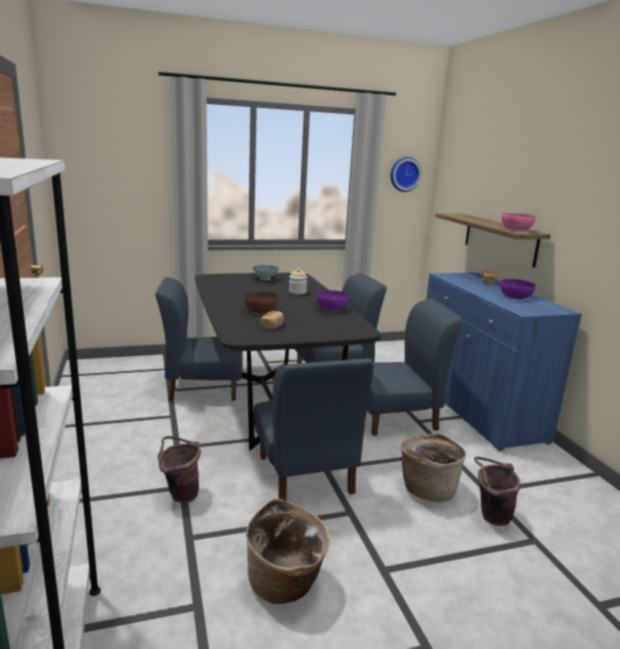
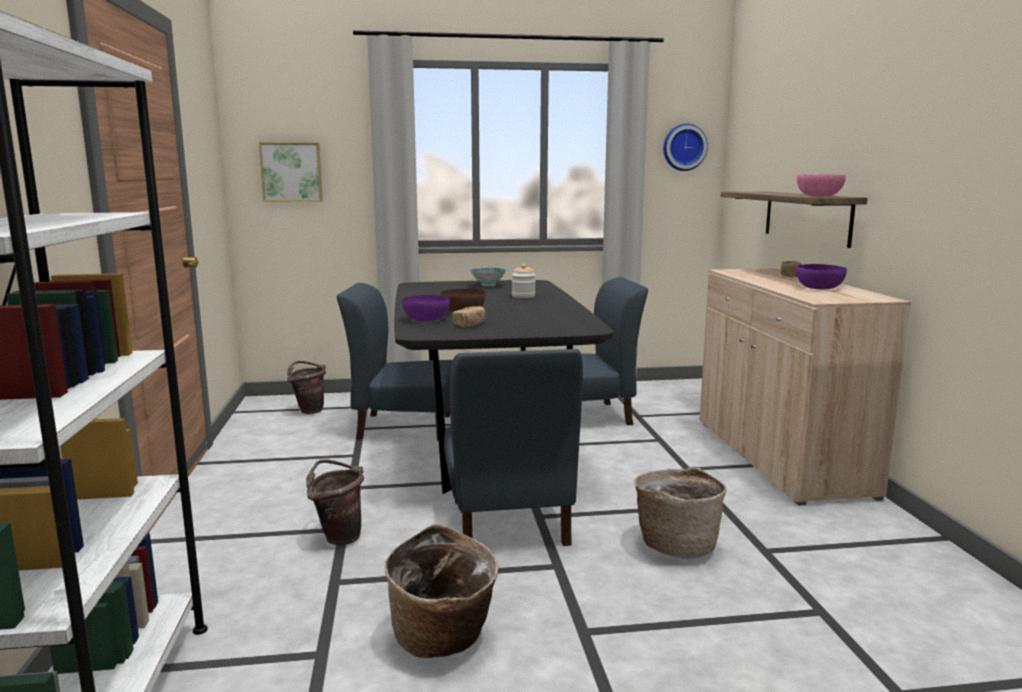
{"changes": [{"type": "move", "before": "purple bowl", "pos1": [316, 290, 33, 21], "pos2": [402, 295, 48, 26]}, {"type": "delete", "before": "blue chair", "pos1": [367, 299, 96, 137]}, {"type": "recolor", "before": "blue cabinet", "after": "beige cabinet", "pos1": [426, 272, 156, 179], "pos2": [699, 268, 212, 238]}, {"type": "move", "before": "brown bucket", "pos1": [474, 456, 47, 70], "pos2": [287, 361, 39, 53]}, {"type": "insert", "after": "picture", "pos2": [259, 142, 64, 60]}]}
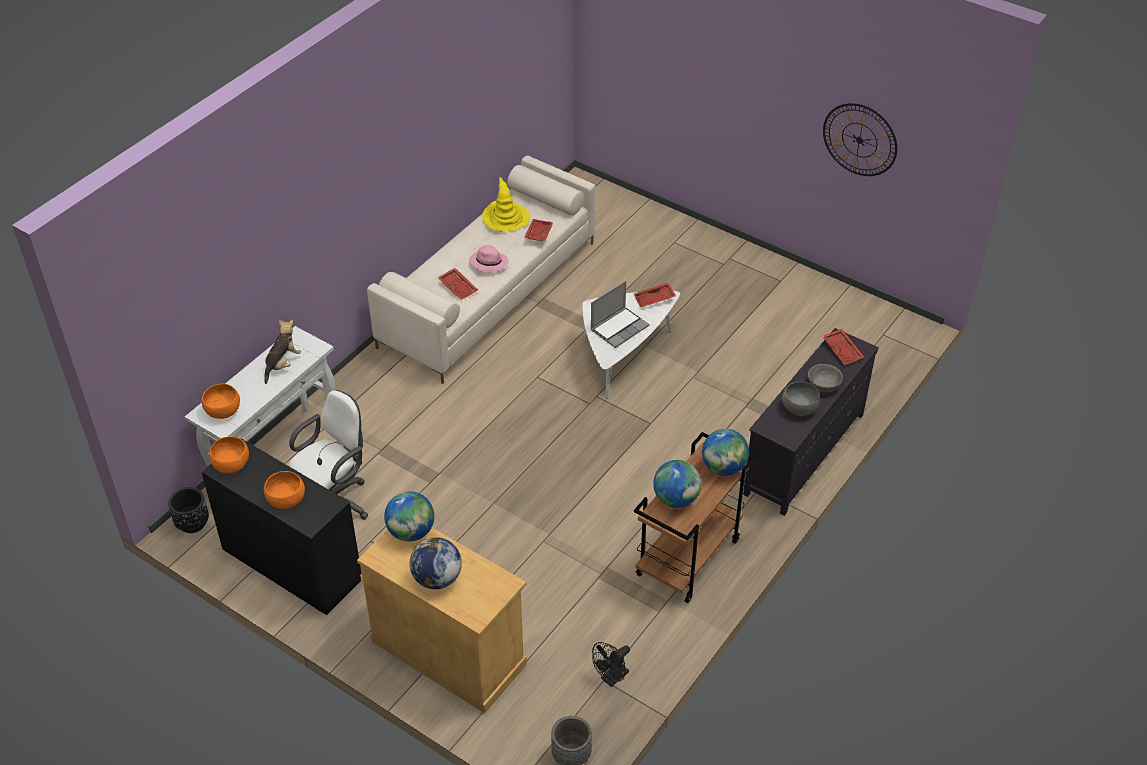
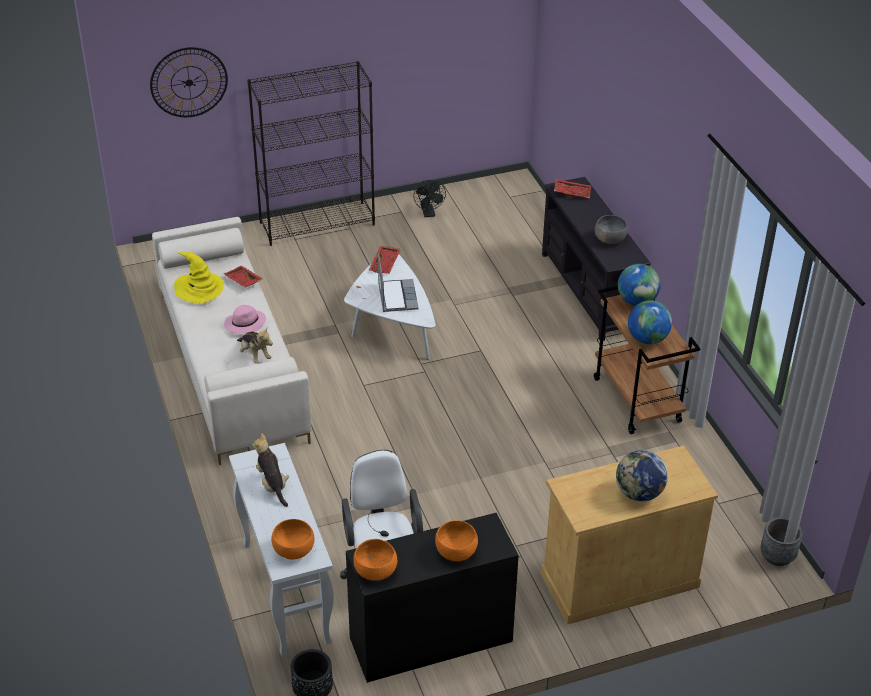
{"changes": [{"type": "delete", "before": "globe", "pos1": [384, 491, 50, 50]}, {"type": "replace", "before": "red tray", "after": "plush toy", "pos1": [438, 268, 40, 32], "pos2": [237, 327, 36, 36]}, {"type": "move", "before": "black fan", "pos1": [592, 642, 38, 45], "pos2": [413, 180, 33, 37]}, {"type": "delete", "before": "grey bowl", "pos1": [808, 364, 35, 29]}, {"type": "move", "before": "wall clock", "pos1": [823, 103, 74, 73], "pos2": [150, 47, 78, 70]}, {"type": "insert", "after": "black bookcase", "pos2": [247, 61, 128, 185]}]}
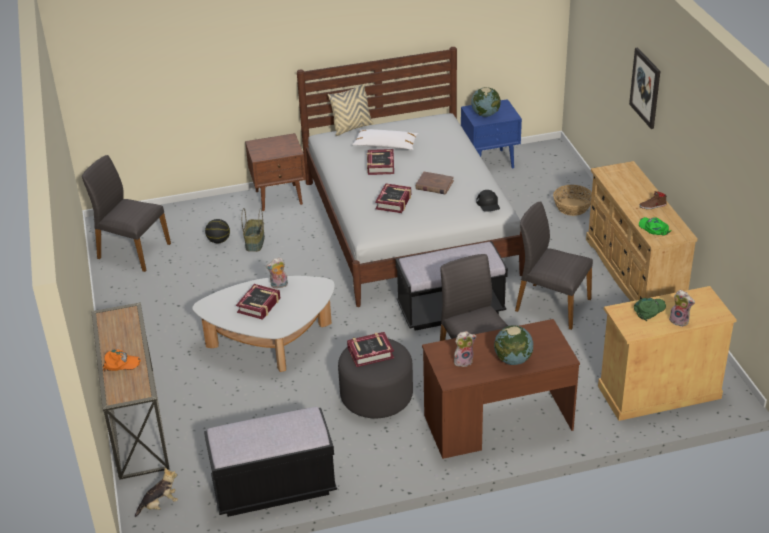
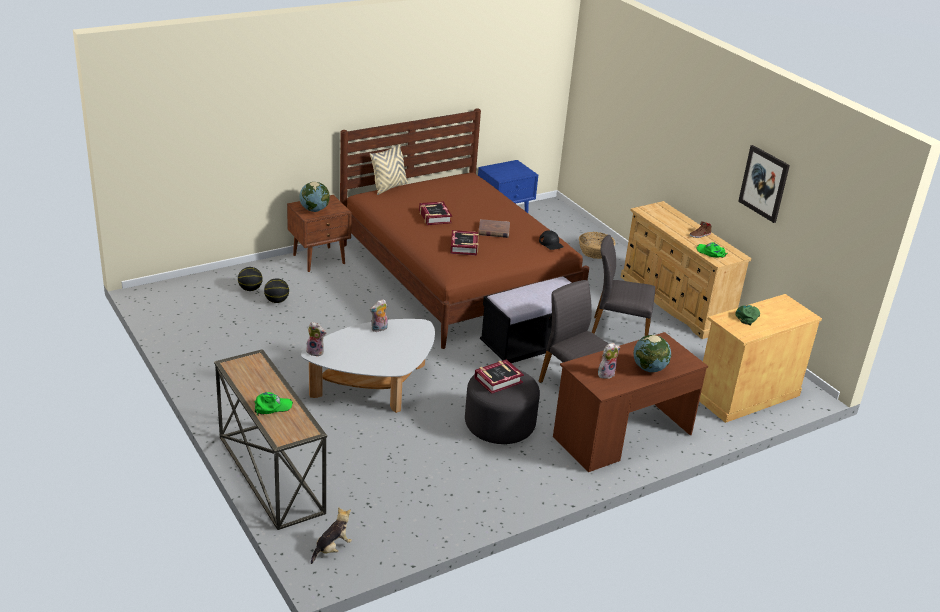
{"changes": [{"type": "delete", "before": "grey chair", "pos1": [82, 155, 89, 117]}, {"type": "recolor", "before": "orange cap", "after": "green cap", "pos1": [103, 350, 38, 21], "pos2": [254, 392, 39, 24]}, {"type": "delete", "before": "black bench", "pos1": [204, 407, 133, 110]}, {"type": "delete", "before": "book", "pos1": [236, 284, 44, 36]}, {"type": "delete", "before": "basket", "pos1": [241, 208, 24, 44]}, {"type": "recolor", "before": "white bed", "after": "brown bed", "pos1": [297, 47, 228, 260], "pos2": [340, 108, 249, 241]}, {"type": "delete", "before": "white pillow", "pos1": [352, 129, 66, 21]}, {"type": "move", "before": "globe", "pos1": [471, 87, 30, 30], "pos2": [299, 182, 31, 30]}, {"type": "move", "before": "picture", "pos1": [629, 48, 31, 81], "pos2": [738, 145, 52, 78]}, {"type": "move", "before": "plush toy", "pos1": [668, 290, 27, 37], "pos2": [305, 322, 21, 35]}, {"type": "insert", "after": "basketball", "pos2": [238, 267, 25, 24]}]}
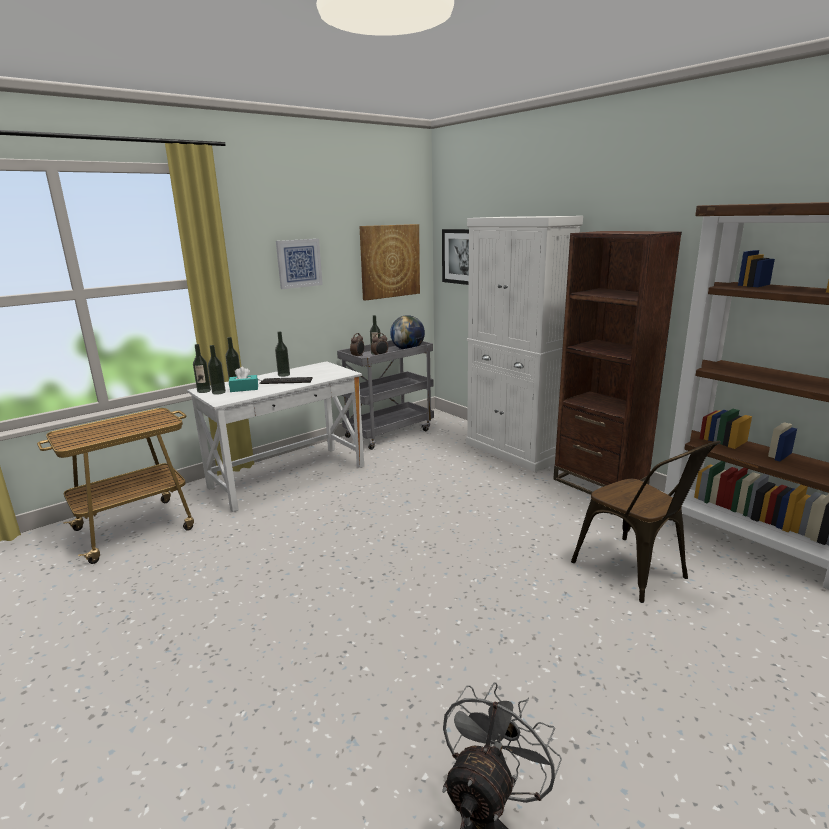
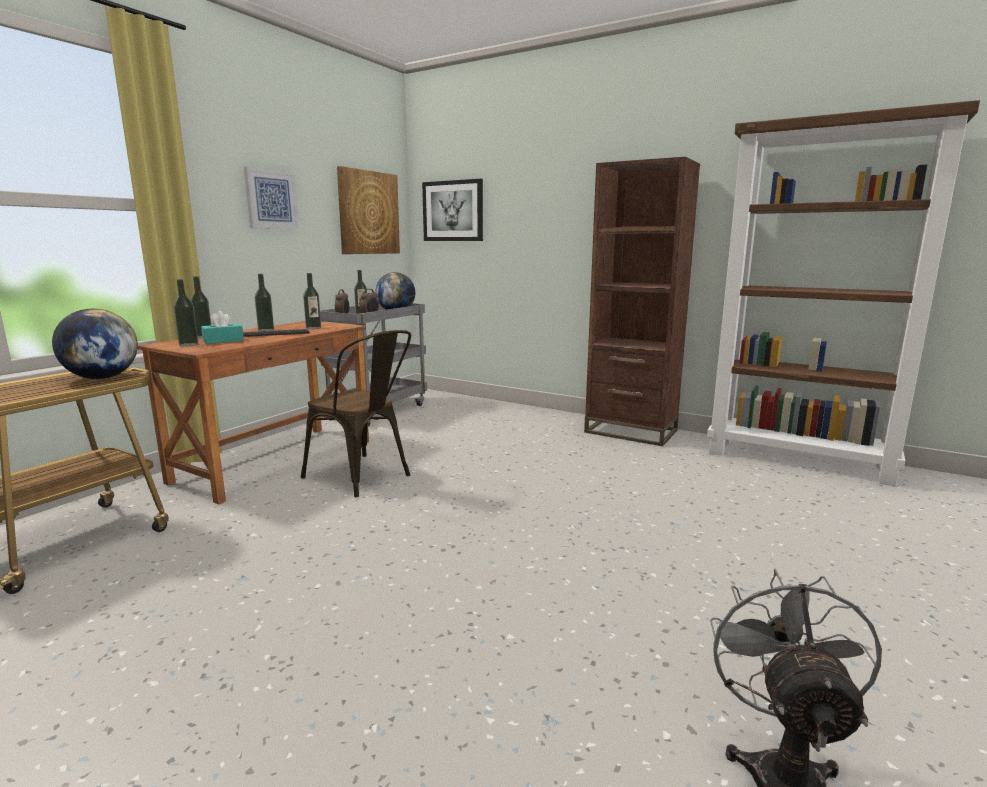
{"changes": [{"type": "recolor", "before": "white desk", "after": "brown desk", "pos1": [187, 361, 177, 151], "pos2": [138, 321, 231, 183]}, {"type": "move", "before": "bottle", "pos1": [193, 344, 18, 49], "pos2": [303, 273, 18, 56]}, {"type": "delete", "before": "white cabinet", "pos1": [466, 216, 117, 256]}, {"type": "move", "before": "brown chair", "pos1": [571, 441, 150, 162], "pos2": [301, 330, 110, 168]}, {"type": "insert", "after": "globe", "pos2": [52, 309, 86, 70]}]}
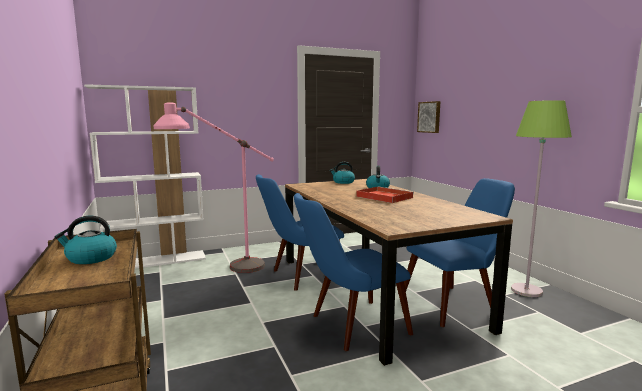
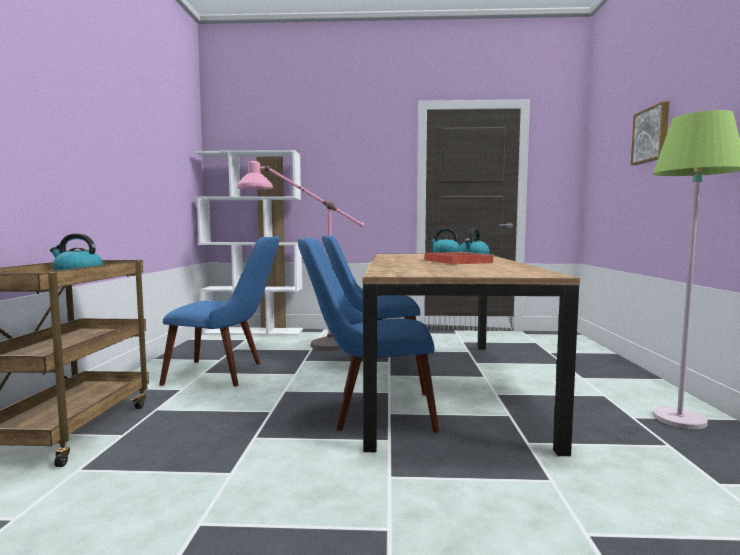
{"changes": [{"type": "move", "before": "blue chair", "pos1": [404, 178, 111, 149], "pos2": [159, 236, 121, 150]}, {"type": "move", "before": "picture", "pos1": [417, 101, 24, 32], "pos2": [631, 101, 38, 64]}]}
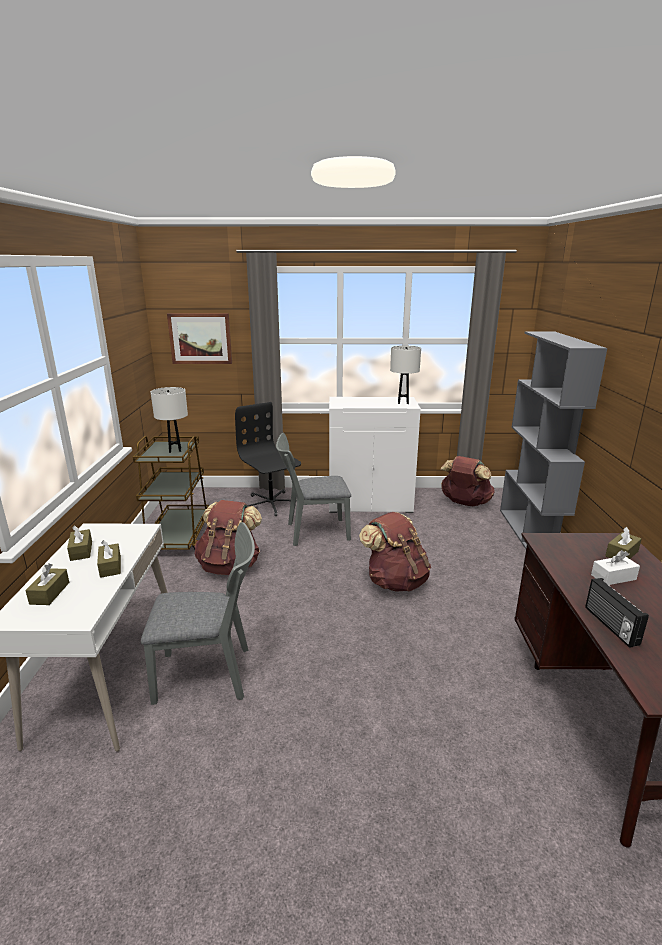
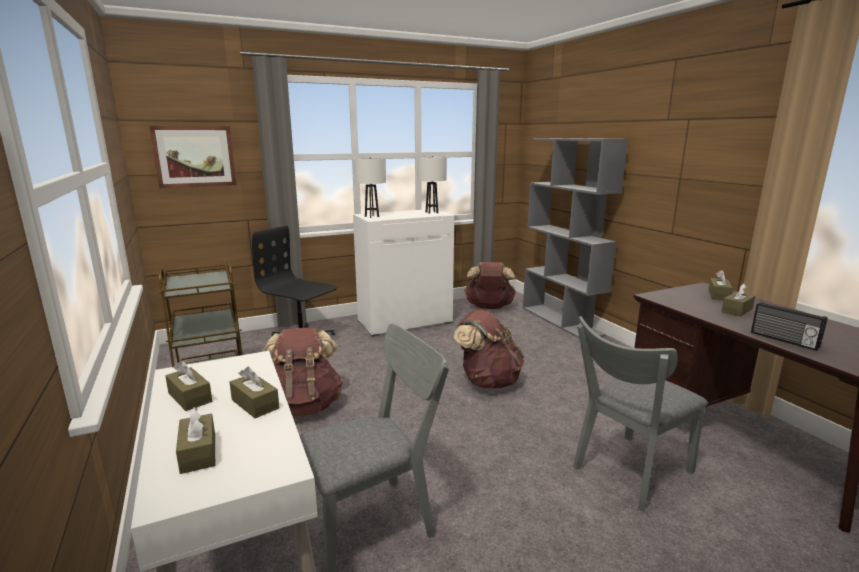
{"changes": [{"type": "move", "before": "white table lamp", "pos1": [151, 387, 37, 66], "pos2": [354, 157, 32, 61]}, {"type": "move", "before": "grey chair", "pos1": [276, 433, 75, 113], "pos2": [573, 316, 135, 196]}, {"type": "recolor", "before": "white tissue box", "after": "brown tissue box", "pos1": [591, 550, 49, 35], "pos2": [721, 283, 34, 34]}]}
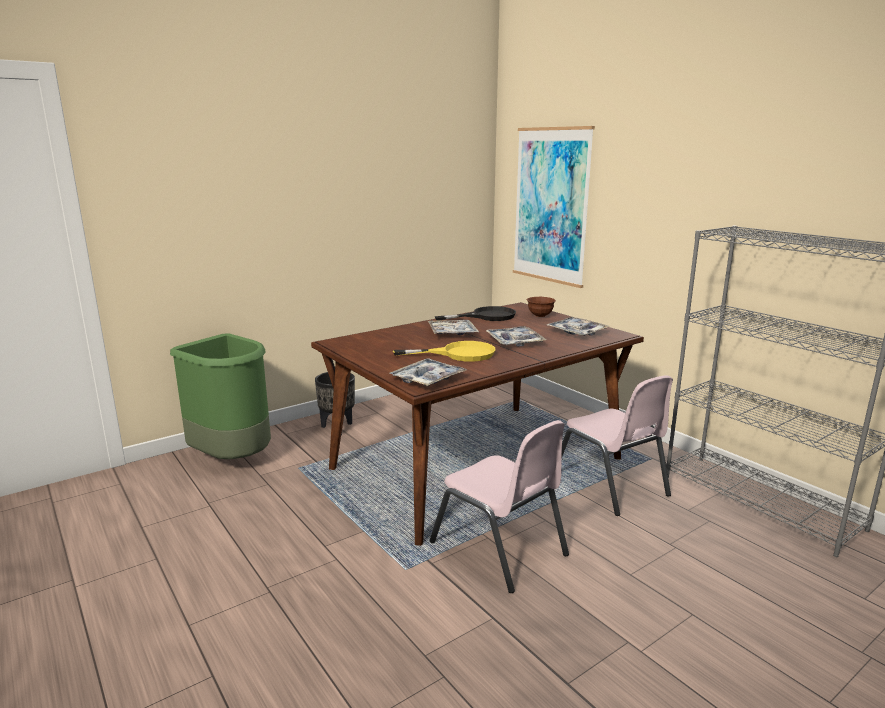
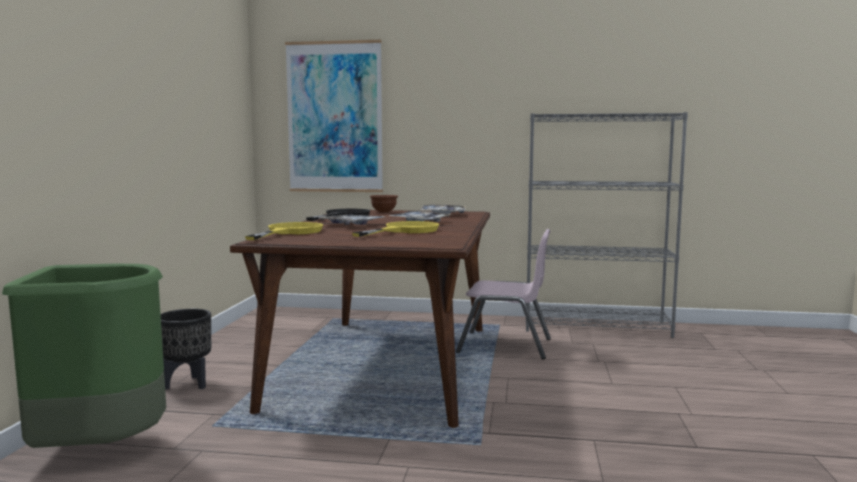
{"changes": [{"type": "delete", "before": "tray", "pos1": [389, 358, 77, 28]}, {"type": "delete", "before": "pink chair", "pos1": [430, 420, 139, 173]}, {"type": "insert", "after": "yellow frying pan", "pos2": [245, 222, 78, 18]}]}
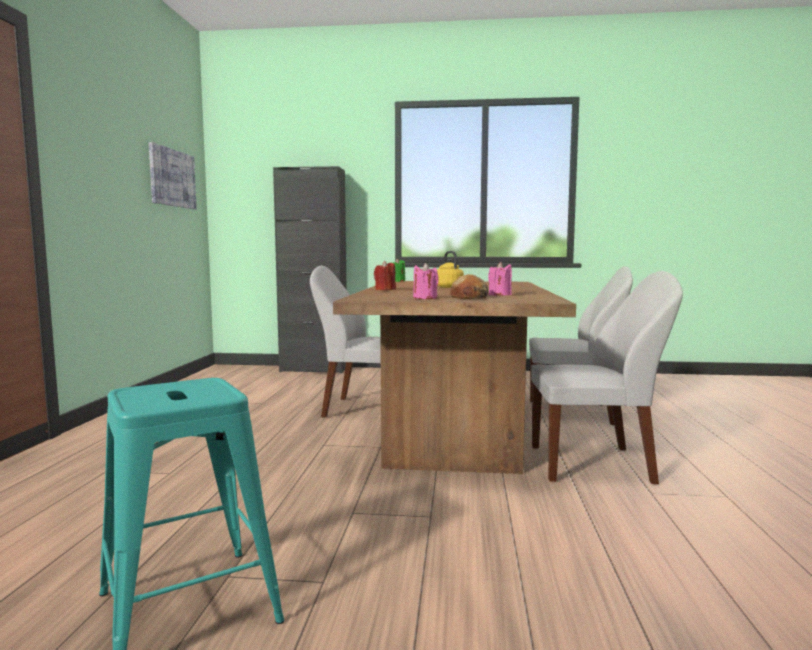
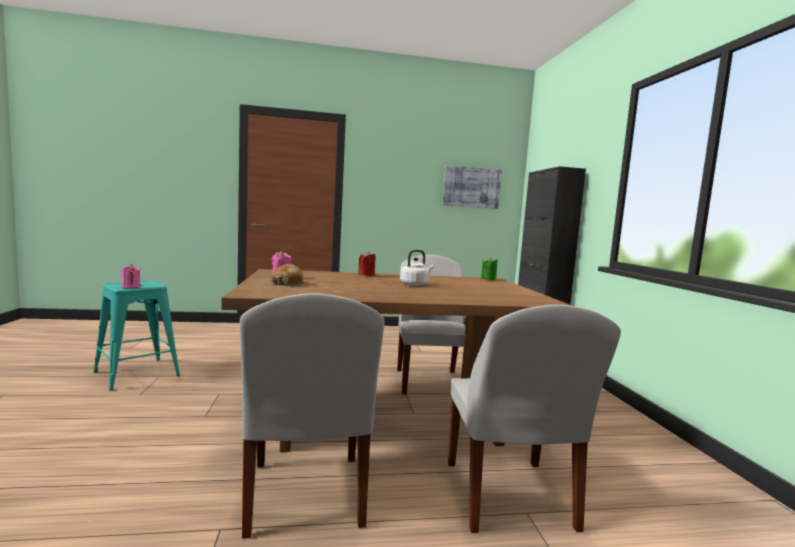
{"changes": [{"type": "recolor", "before": "yellow kettle", "after": "white kettle", "pos1": [437, 251, 27, 37], "pos2": [400, 250, 34, 36]}, {"type": "move", "before": "pink candle", "pos1": [488, 262, 24, 33], "pos2": [121, 264, 19, 24]}]}
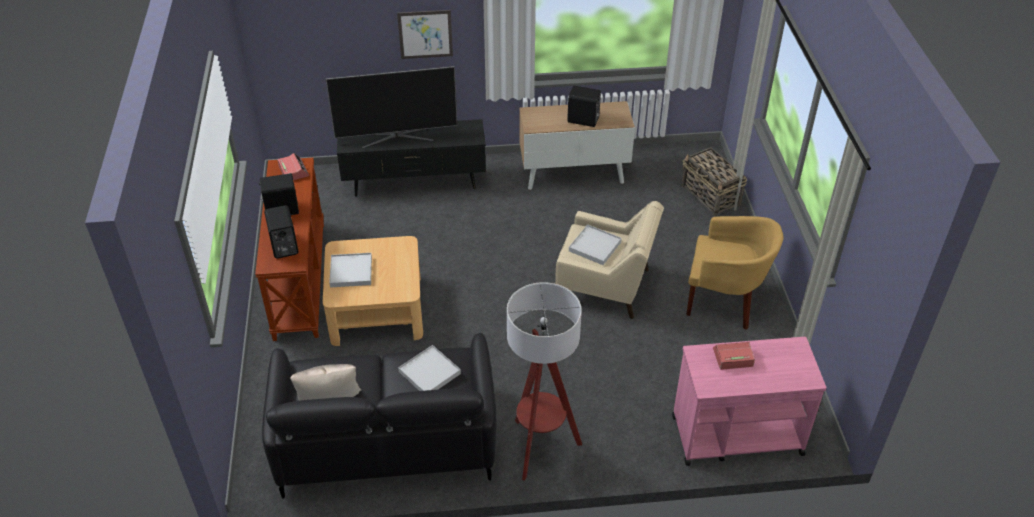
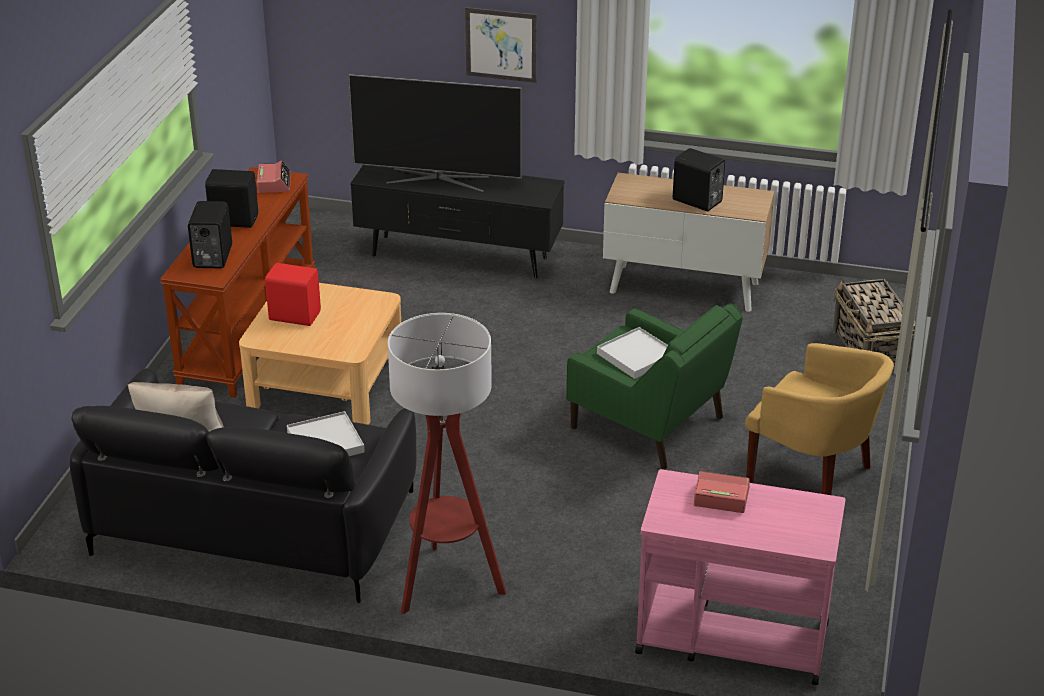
{"changes": [{"type": "replace", "before": "white tray", "after": "red speaker", "pos1": [329, 253, 43, 34], "pos2": [265, 263, 56, 63]}, {"type": "recolor", "before": "beige armchair", "after": "green armchair", "pos1": [555, 201, 109, 118], "pos2": [566, 304, 177, 165]}]}
